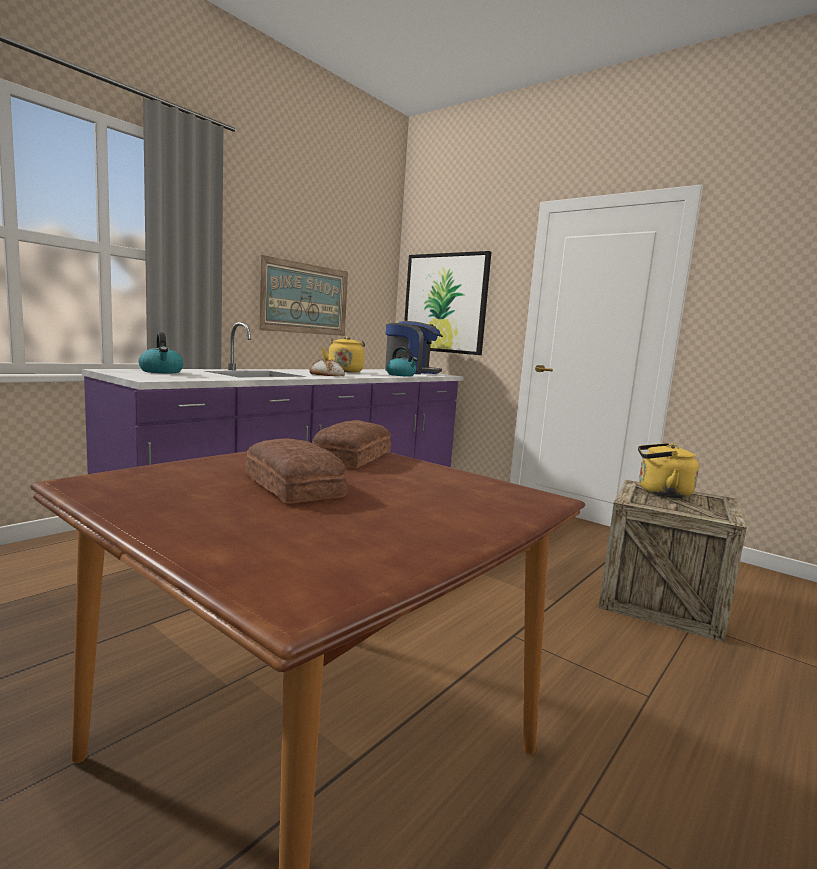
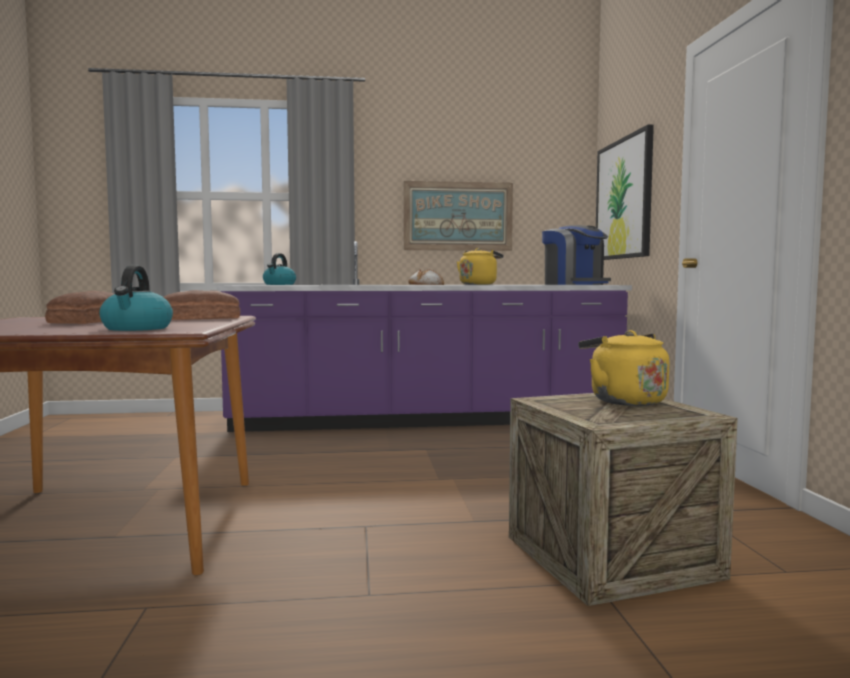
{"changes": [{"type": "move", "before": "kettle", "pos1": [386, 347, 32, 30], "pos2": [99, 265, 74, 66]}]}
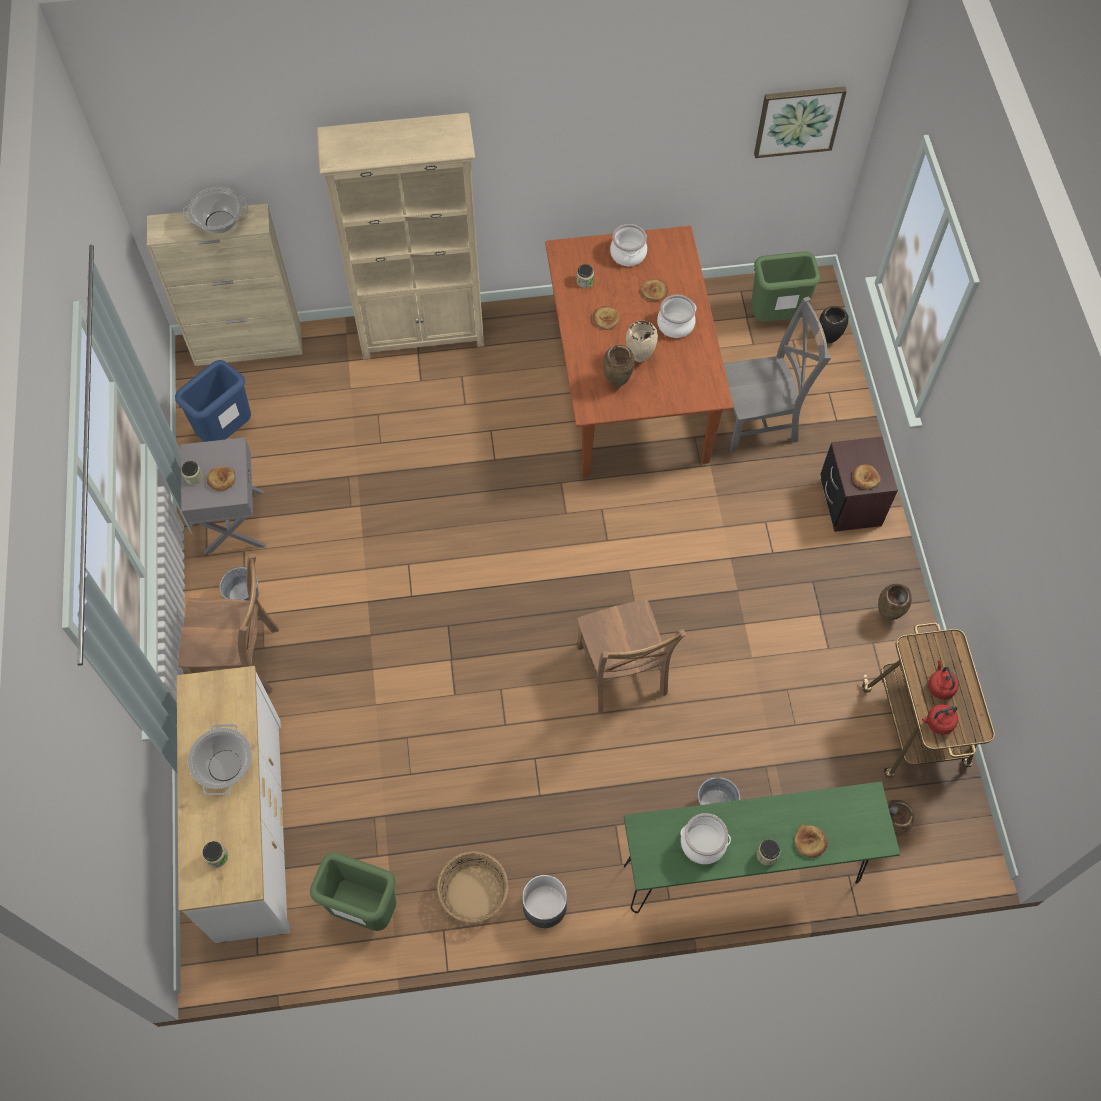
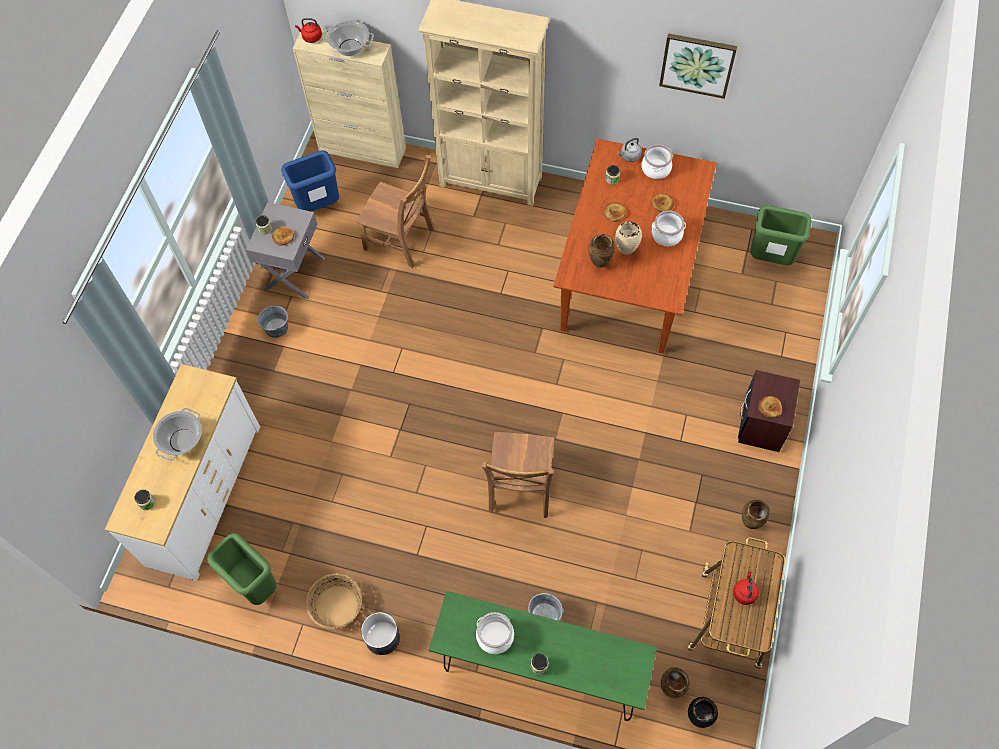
{"changes": [{"type": "move", "before": "brown chair", "pos1": [178, 553, 101, 140], "pos2": [356, 155, 78, 113]}, {"type": "delete", "before": "grey chair", "pos1": [724, 296, 107, 157]}, {"type": "move", "before": "picture", "pos1": [754, 87, 93, 71], "pos2": [659, 33, 78, 66]}, {"type": "delete", "before": "bread", "pos1": [794, 825, 34, 33]}, {"type": "move", "before": "black vase", "pos1": [819, 306, 29, 37], "pos2": [688, 697, 30, 31]}, {"type": "move", "before": "red kettle", "pos1": [922, 704, 36, 31], "pos2": [295, 18, 27, 25]}, {"type": "insert", "after": "grey kettle", "pos2": [617, 138, 24, 24]}]}
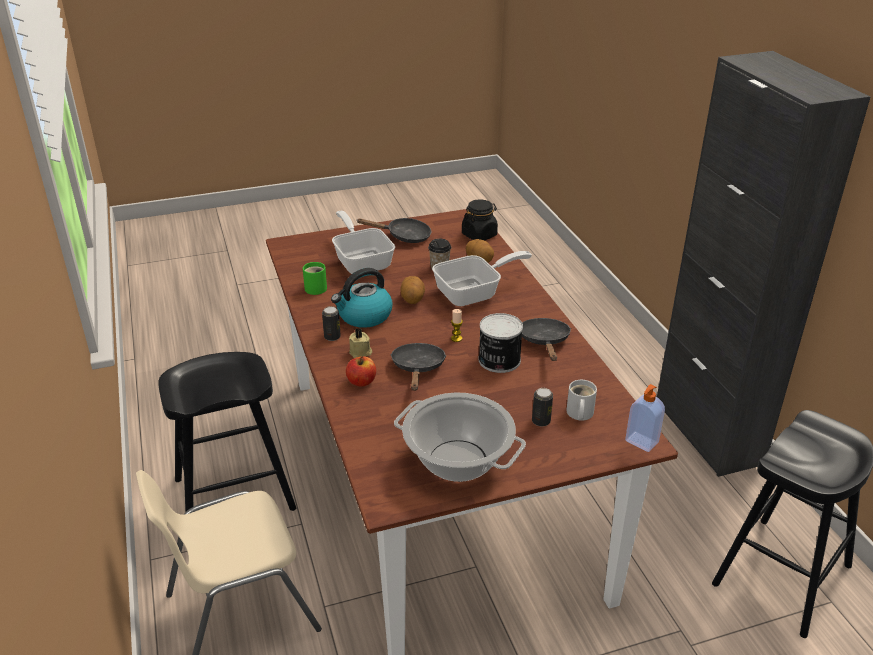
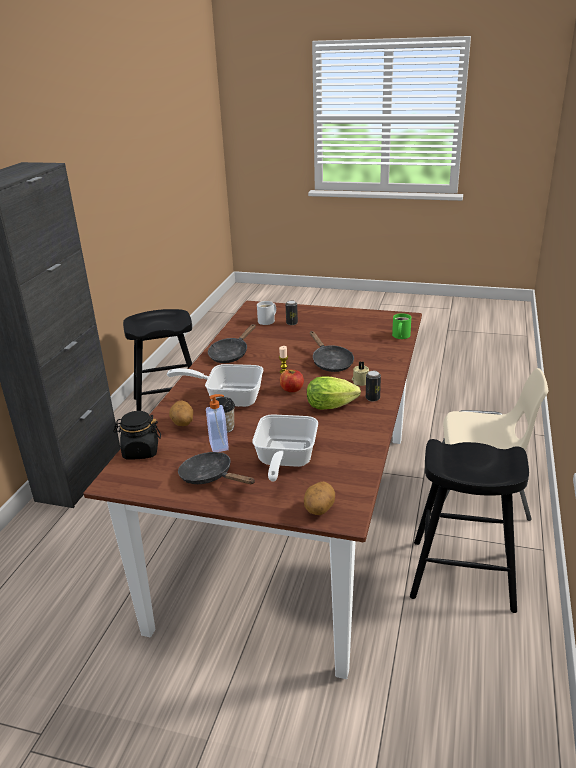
{"changes": [{"type": "move", "before": "green mug", "pos1": [303, 262, 24, 33], "pos2": [392, 313, 19, 26]}, {"type": "replace", "before": "kettle", "after": "lettuce", "pos1": [331, 268, 62, 60], "pos2": [307, 376, 54, 33]}, {"type": "move", "before": "apple", "pos1": [346, 356, 30, 31], "pos2": [280, 370, 24, 22]}, {"type": "rotate", "before": "black frying pan", "pos1": [390, 343, 56, 48], "pos2": [310, 331, 44, 41], "turn": -60}, {"type": "delete", "before": "cooking pot", "pos1": [394, 393, 132, 89]}, {"type": "move", "before": "potato", "pos1": [401, 276, 24, 28], "pos2": [304, 482, 31, 33]}, {"type": "delete", "before": "can", "pos1": [479, 313, 44, 60]}, {"type": "move", "before": "soap dispenser", "pos1": [625, 384, 40, 68], "pos2": [206, 394, 23, 58]}]}
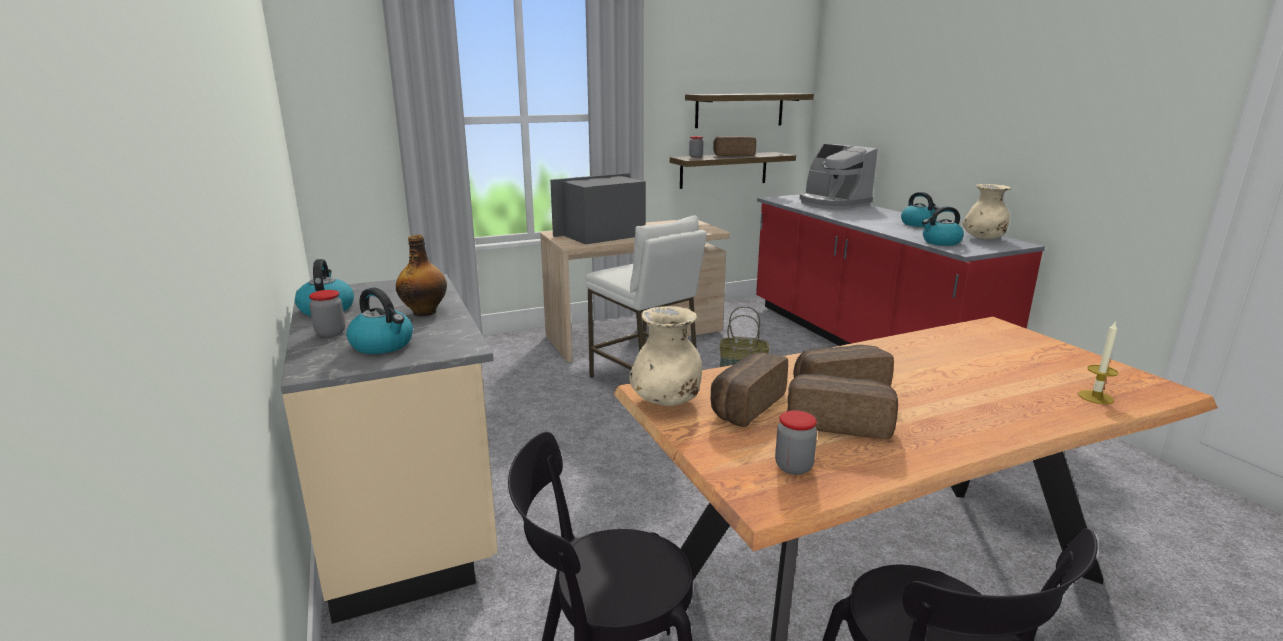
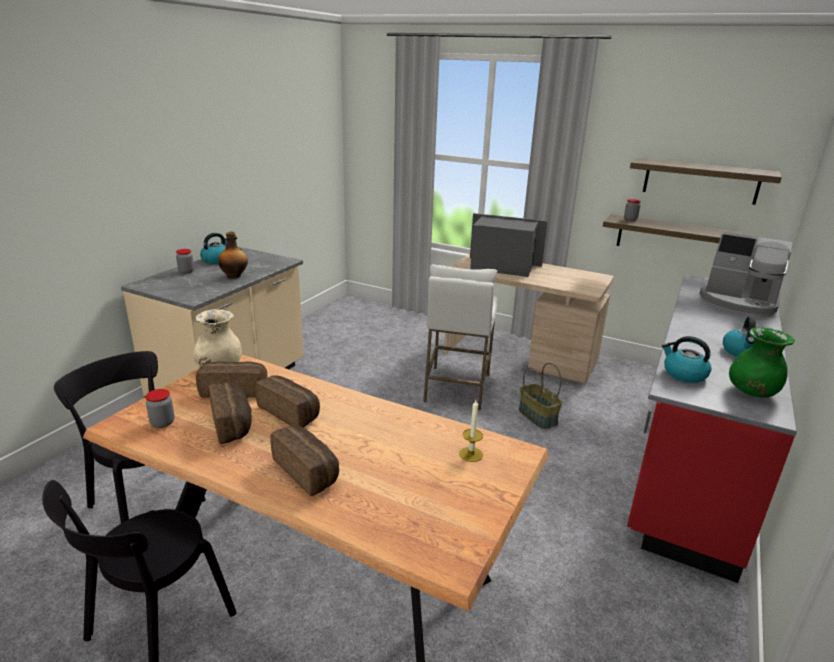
{"changes": [{"type": "delete", "before": "kettle", "pos1": [346, 288, 67, 66]}, {"type": "move", "before": "bread", "pos1": [713, 135, 43, 21], "pos2": [270, 425, 69, 71]}, {"type": "rotate", "before": "coffee machine", "pos1": [800, 144, 78, 65], "pos2": [699, 232, 94, 85], "turn": -75}, {"type": "recolor", "before": "beige vase", "after": "green vase", "pos1": [963, 184, 48, 55], "pos2": [729, 327, 66, 71]}, {"type": "move", "before": "candle", "pos1": [1078, 320, 41, 84], "pos2": [459, 400, 24, 62]}]}
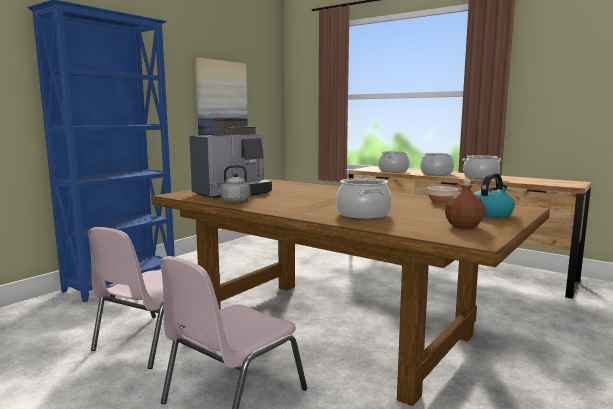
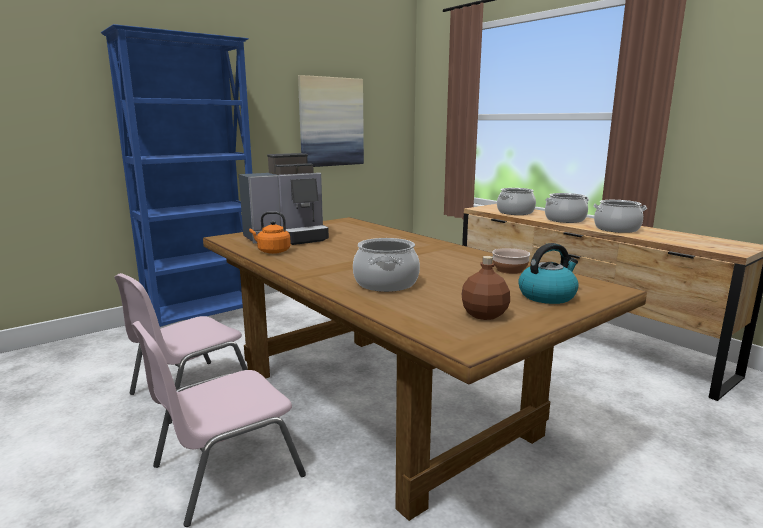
{"changes": [{"type": "recolor", "before": "grey kettle", "after": "orange kettle", "pos1": [213, 165, 38, 38], "pos2": [249, 211, 42, 43]}]}
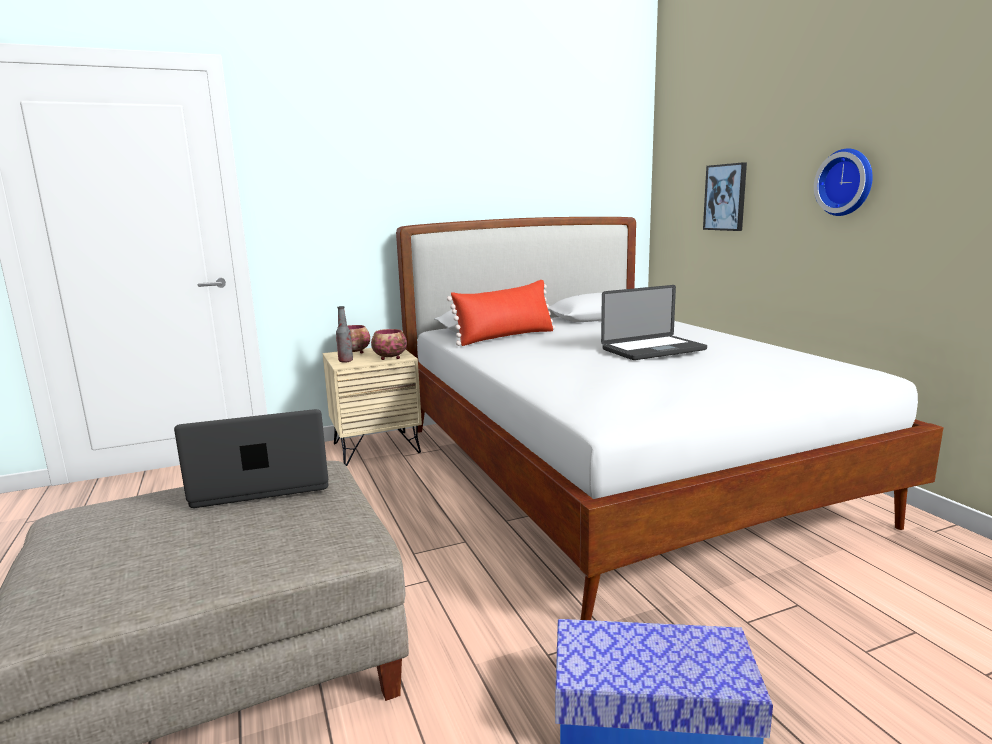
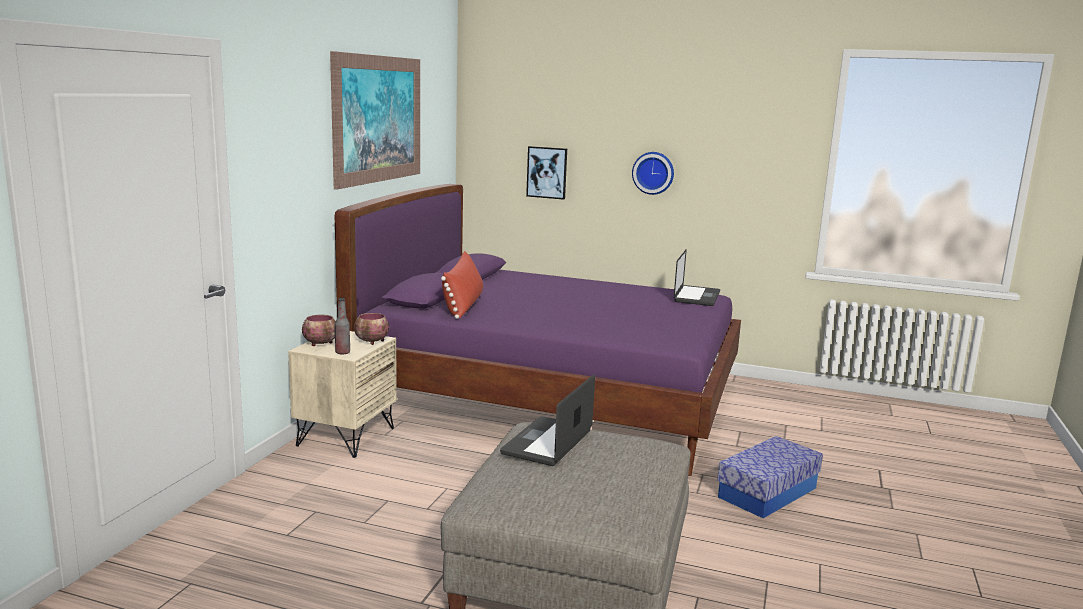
{"changes": [{"type": "recolor", "before": "white bed", "after": "purple bed", "pos1": [396, 217, 547, 403], "pos2": [335, 184, 406, 292]}, {"type": "move", "before": "laptop", "pos1": [601, 285, 106, 75], "pos2": [674, 249, 46, 57]}, {"type": "insert", "after": "picture", "pos2": [330, 51, 90, 139]}]}
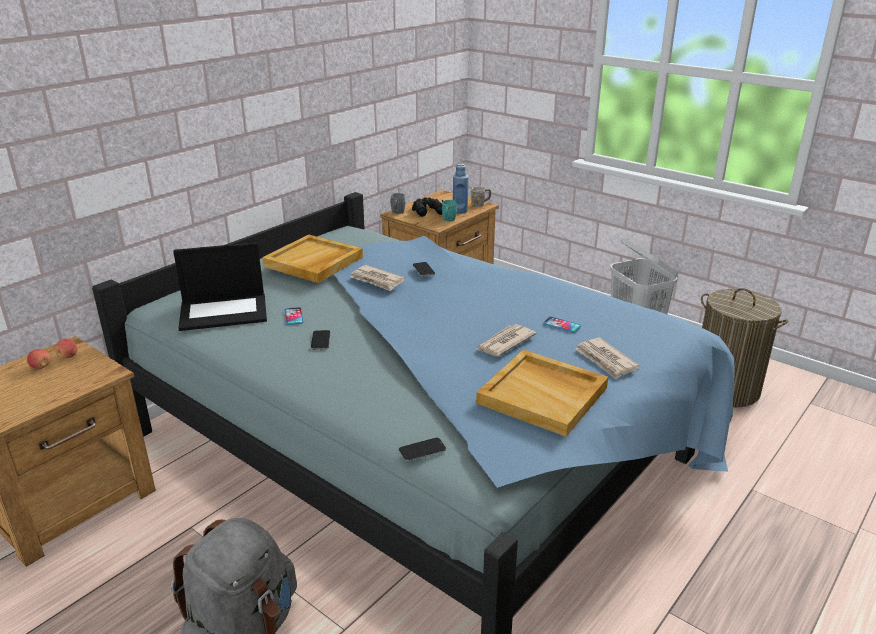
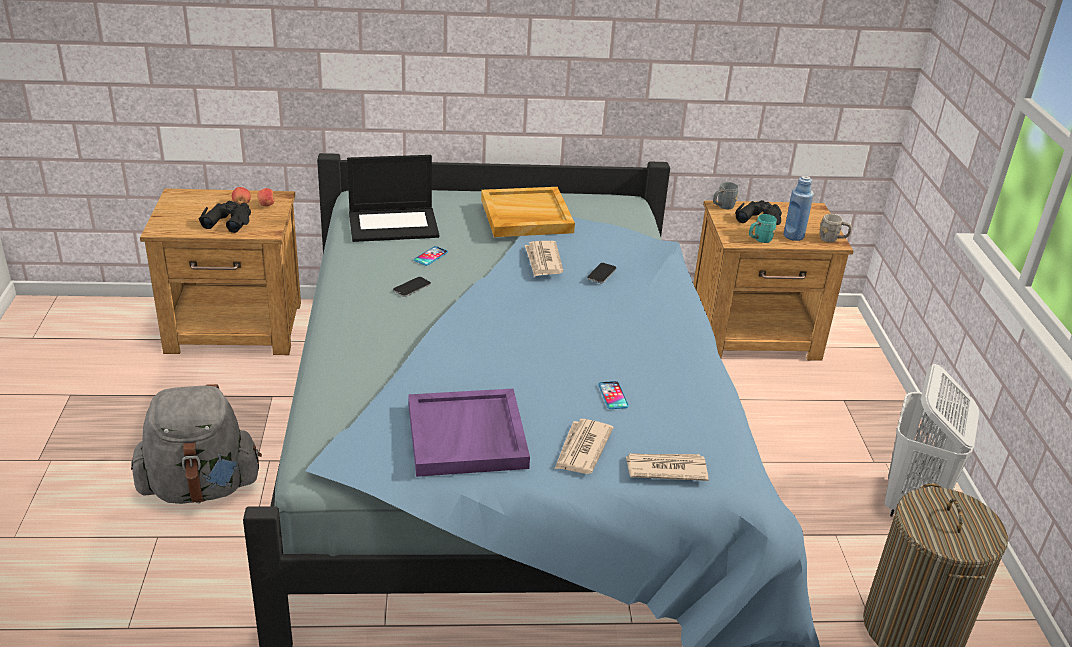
{"changes": [{"type": "rotate", "before": "laptop", "pos1": [173, 242, 94, 89], "pos2": [347, 155, 92, 87], "turn": -45}, {"type": "delete", "before": "phone", "pos1": [399, 438, 47, 23]}, {"type": "move", "before": "newspaper", "pos1": [476, 324, 60, 32], "pos2": [625, 453, 84, 28]}, {"type": "recolor", "before": "beige tray", "after": "purple tray", "pos1": [476, 350, 132, 87], "pos2": [408, 389, 122, 88]}, {"type": "insert", "after": "black binoculars", "pos2": [199, 201, 52, 32]}]}
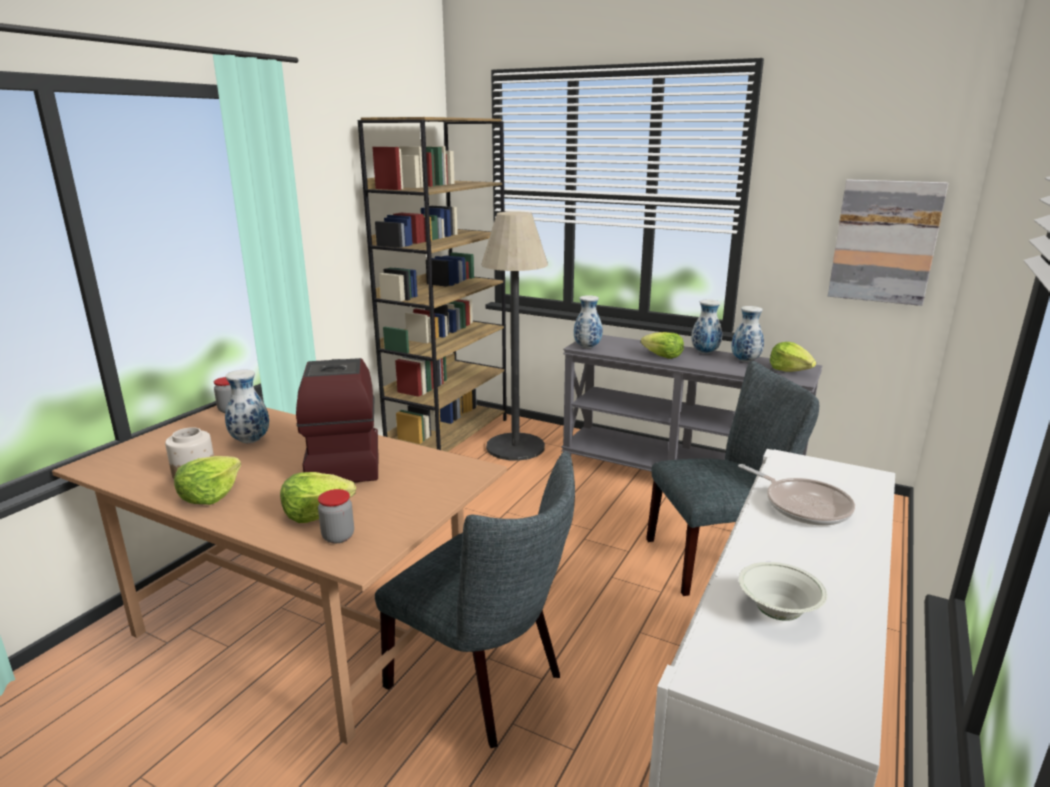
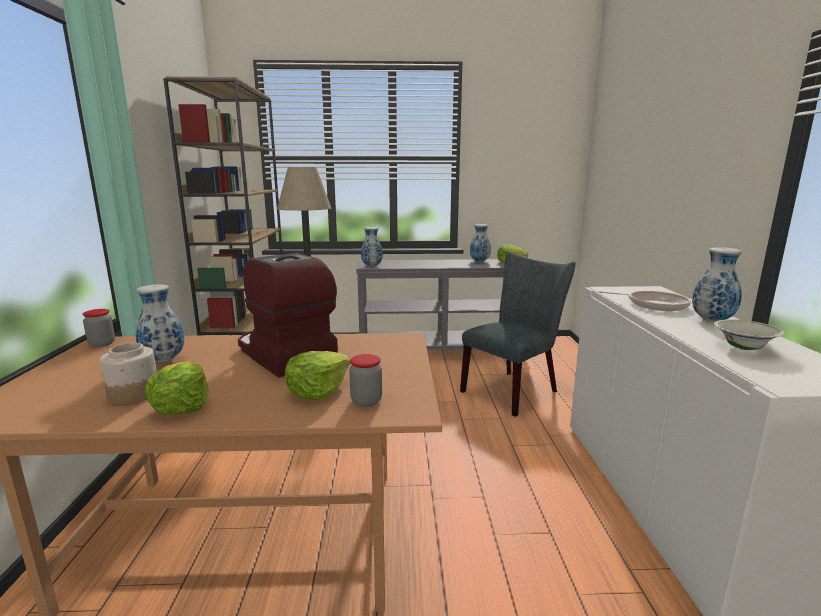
{"changes": [{"type": "delete", "before": "grey chair", "pos1": [375, 451, 200, 297]}, {"type": "delete", "before": "lettuce", "pos1": [641, 332, 43, 27]}, {"type": "move", "before": "vase", "pos1": [691, 300, 31, 54], "pos2": [692, 247, 50, 75]}, {"type": "delete", "before": "picture", "pos1": [828, 179, 120, 127]}]}
